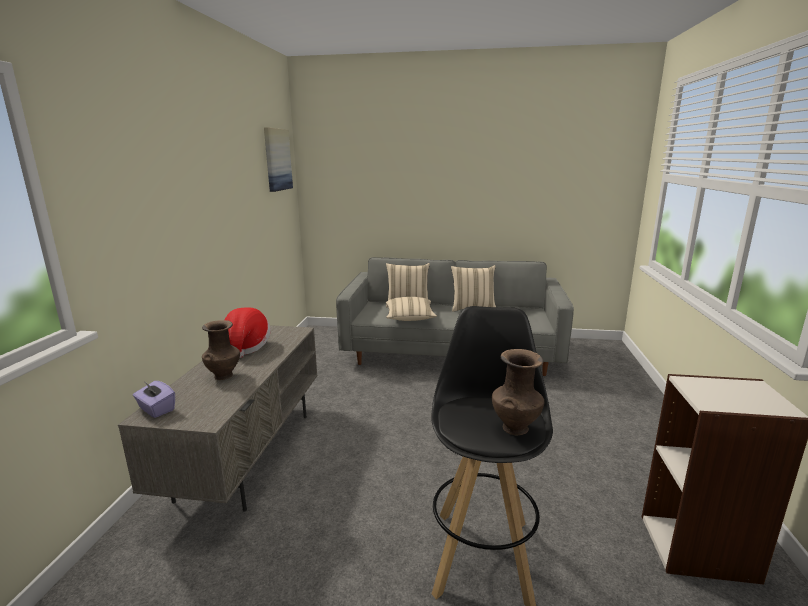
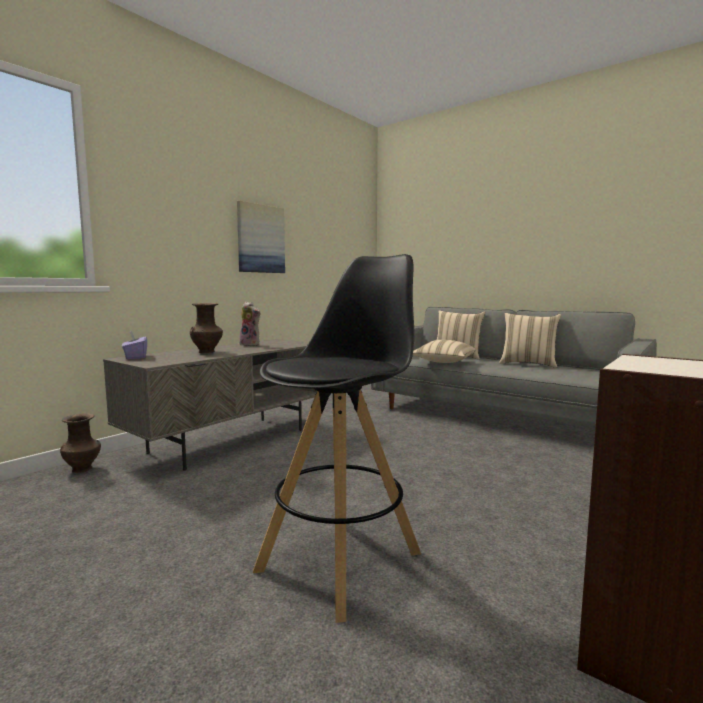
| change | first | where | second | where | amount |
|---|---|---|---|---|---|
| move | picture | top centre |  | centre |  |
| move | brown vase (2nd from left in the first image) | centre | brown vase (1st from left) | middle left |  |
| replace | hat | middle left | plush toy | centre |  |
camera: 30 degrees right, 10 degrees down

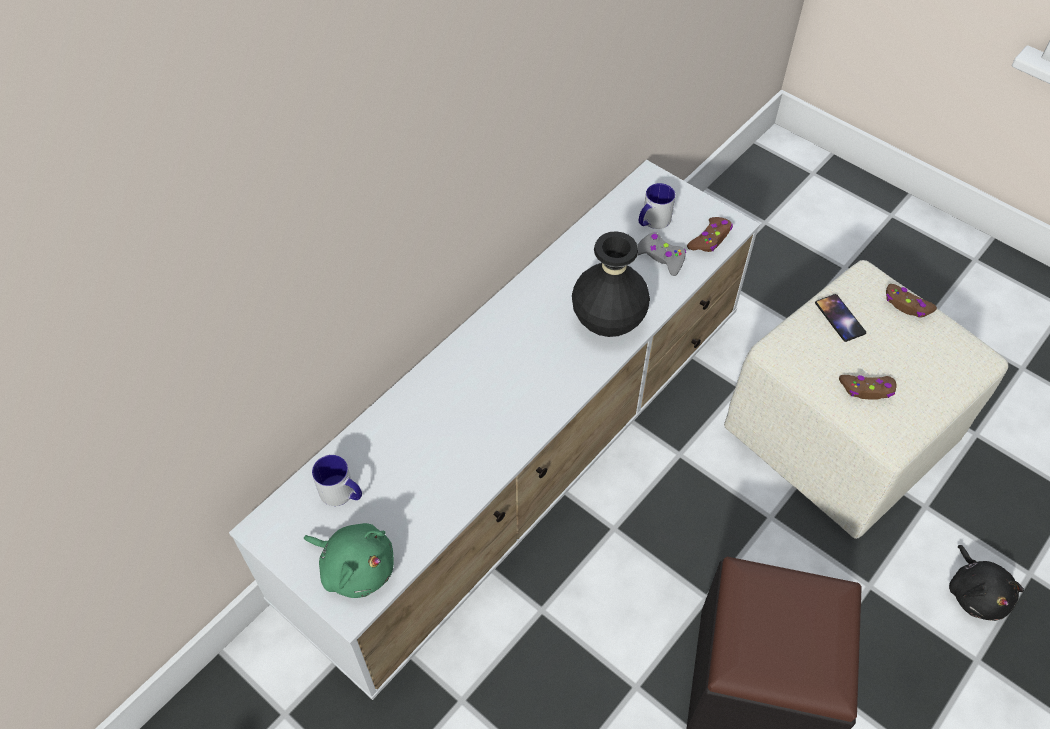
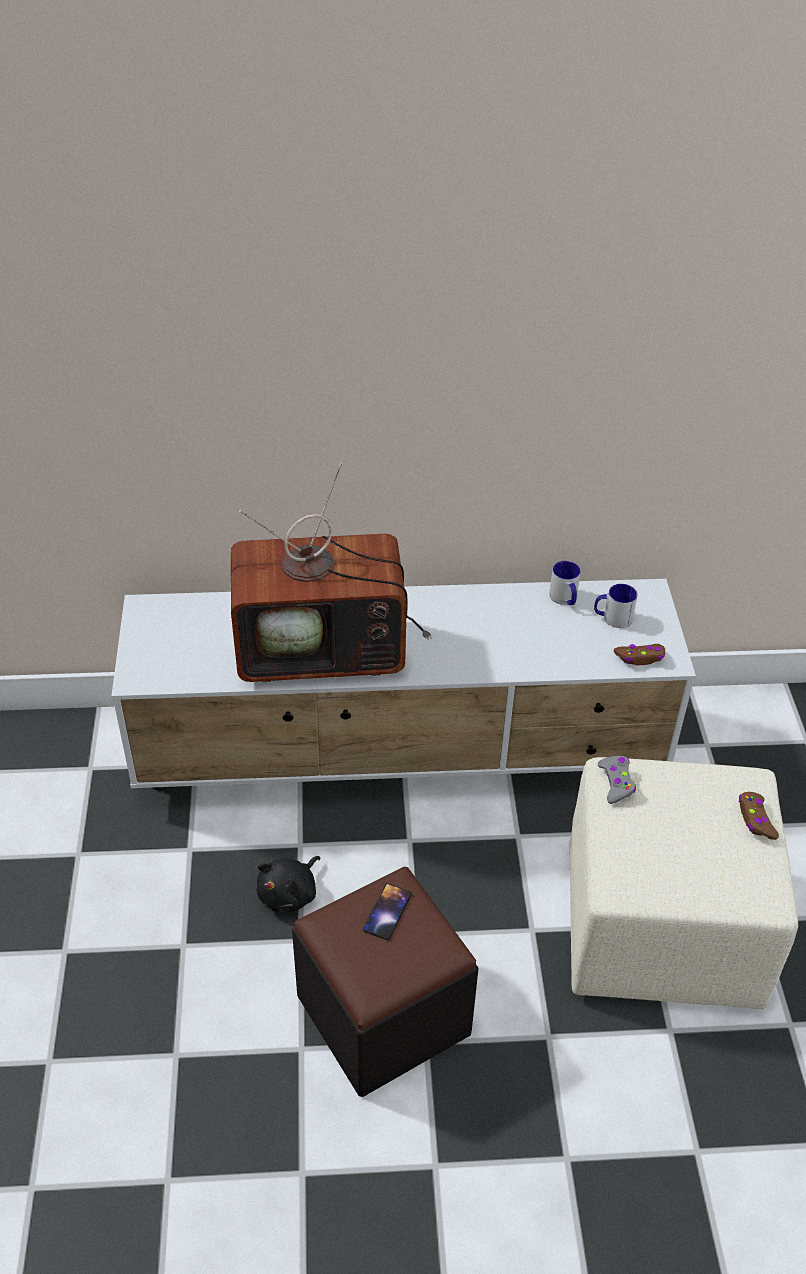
| change | first | where | second | where | amount |
|---|---|---|---|---|---|
| delete | green plush toy | bottom left |  |  |  |
| delete | black vase | centre |  |  |  |
| delete | brown game controller (2nd from left) | middle right |  |  |  |
| insert |  |  | television | centre |  |
| move | mug (1st from left) | middle left |  | middle right |  |
| move | grey game controller | centre |  | middle right |  |
| move | phone | middle right |  | bottom centre |  |
| move | black plush toy | bottom right |  | bottom centre |  |
camera: 45 degrees right, 10 degrees down

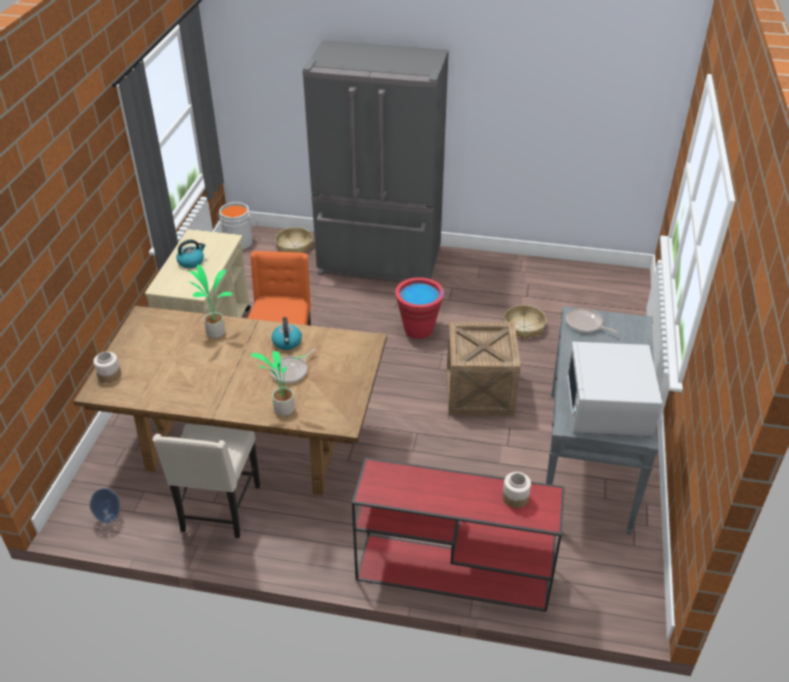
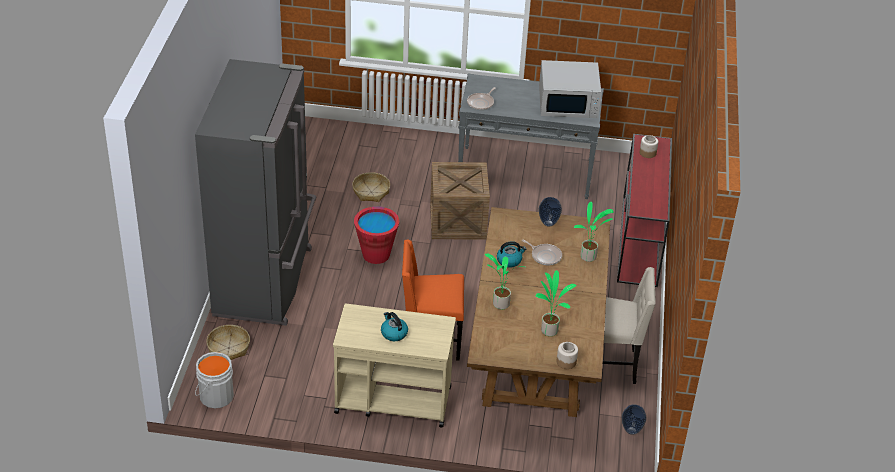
| change | first | where | second | where | amount |
|---|---|---|---|---|---|
| insert |  |  | potted plant (2nd from left) | centre |  |
| insert |  |  | vase (1st from left) | centre |  |
camera: 95 degrees left, 0 degrees up

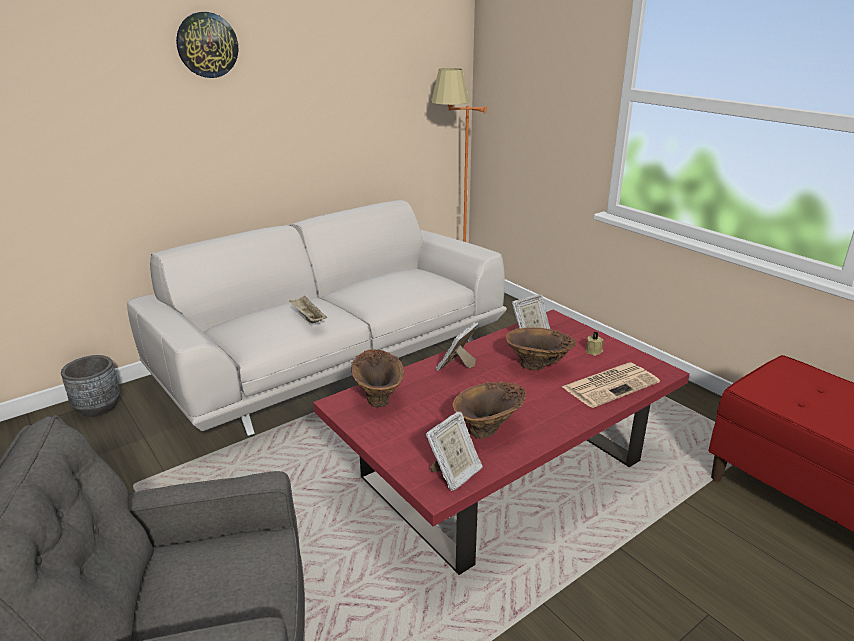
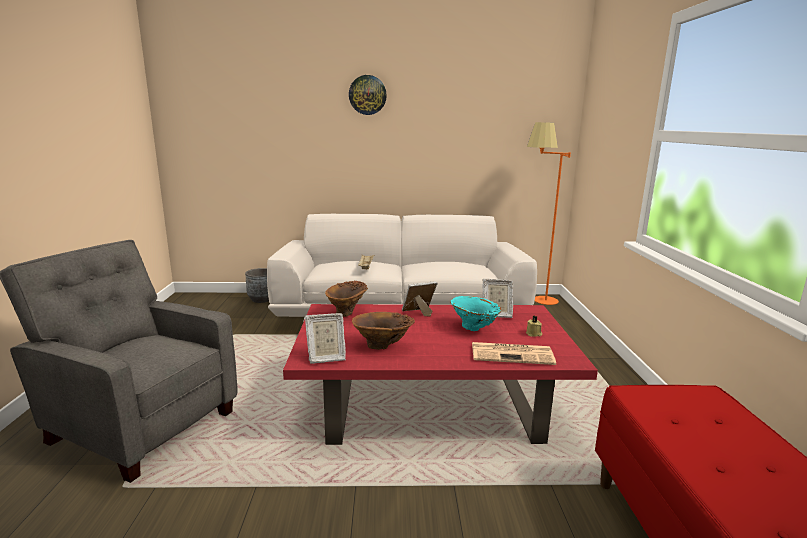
| change | first | where | second | where | amount |
|---|---|---|---|---|---|
| recolor | brown vase (3rd from left) | centre | turquoise vase | centre |  |
camera: 35 degrees right, 10 degrees down

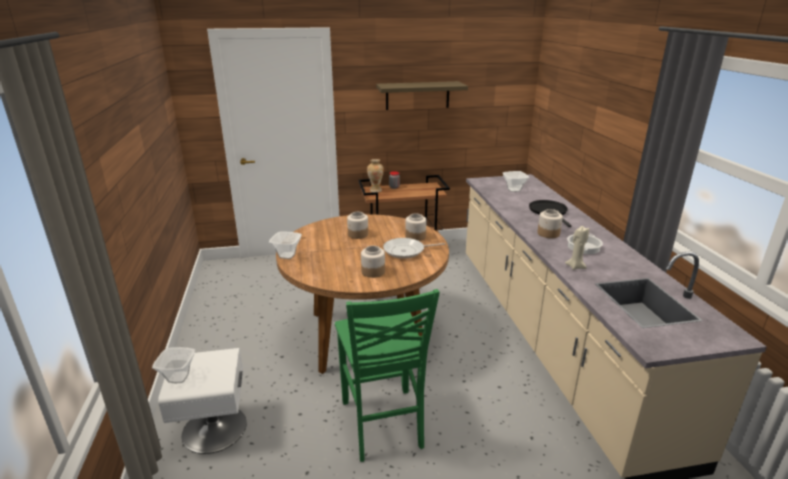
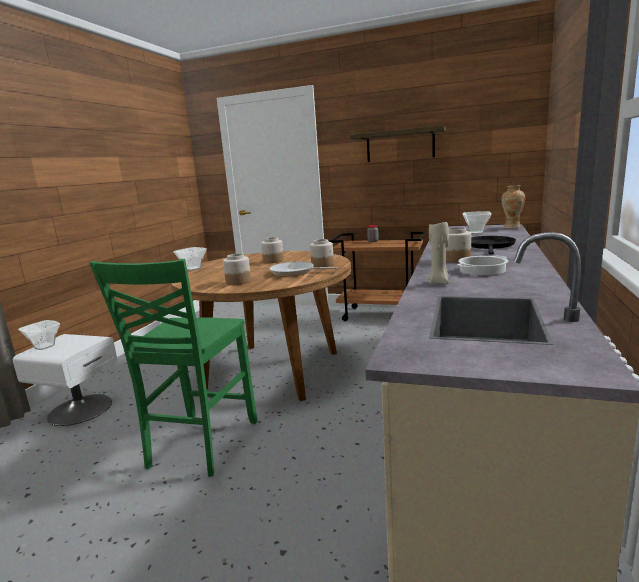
| change | first | where | second | where | amount |
|---|---|---|---|---|---|
| move | vase | centre |  | middle right |  |
camera: 30 degrees right, 10 degrees down

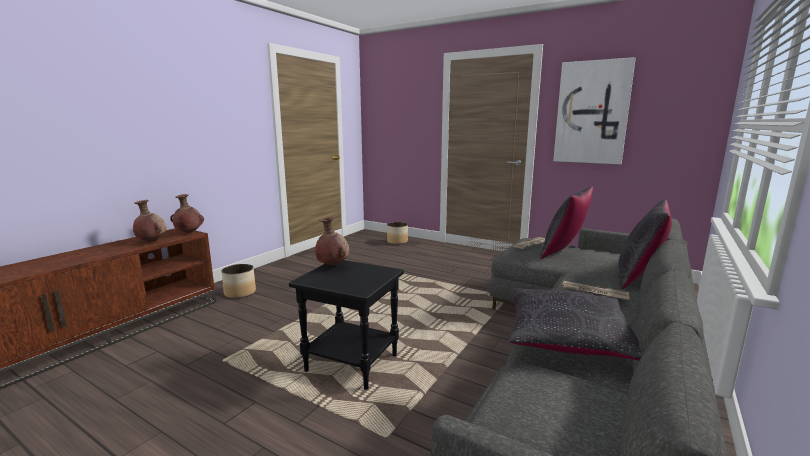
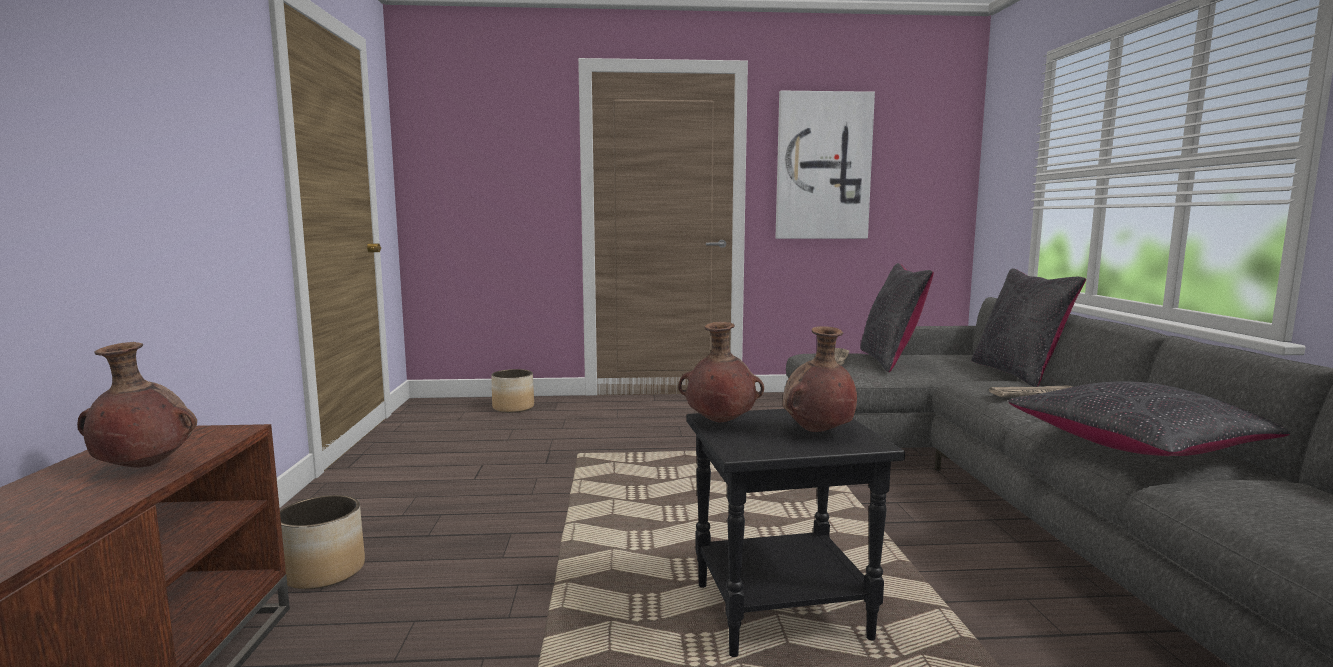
| change | first | where | second | where | amount |
|---|---|---|---|---|---|
| move | brown vase (2nd from left in the first image) | middle left | brown vase (3rd from left) | centre |  |
camera: 35 degrees left, 5 degrees down

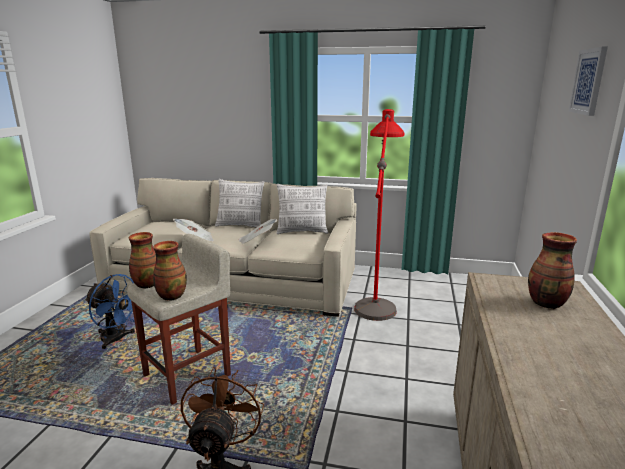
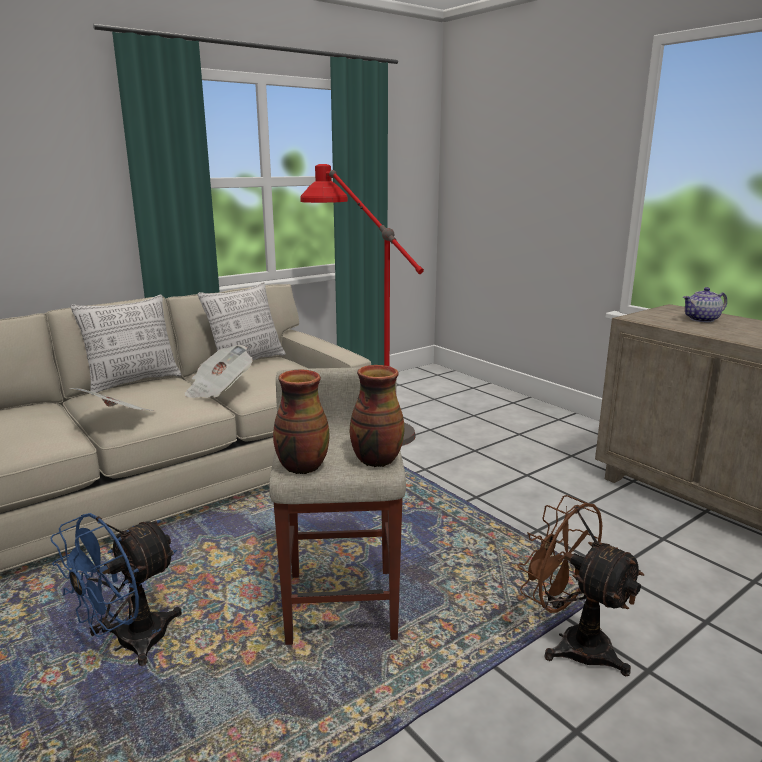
| change | first | where | second | where | amount |
|---|---|---|---|---|---|
| delete | picture | top right |  |  |  |
| replace | vase (3rd from left) | middle right | teapot | middle right |  |
| rotate | blue fan | middle left |  | bottom left | 150 degrees clockwise |
camera: 50 degrees left, 0 degrees up

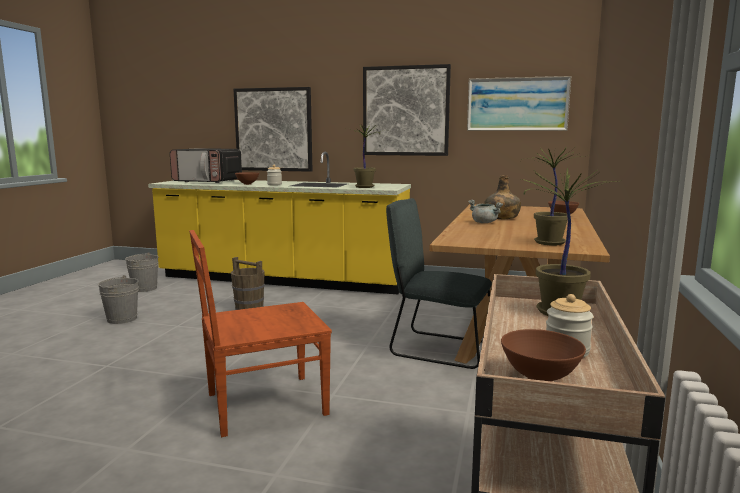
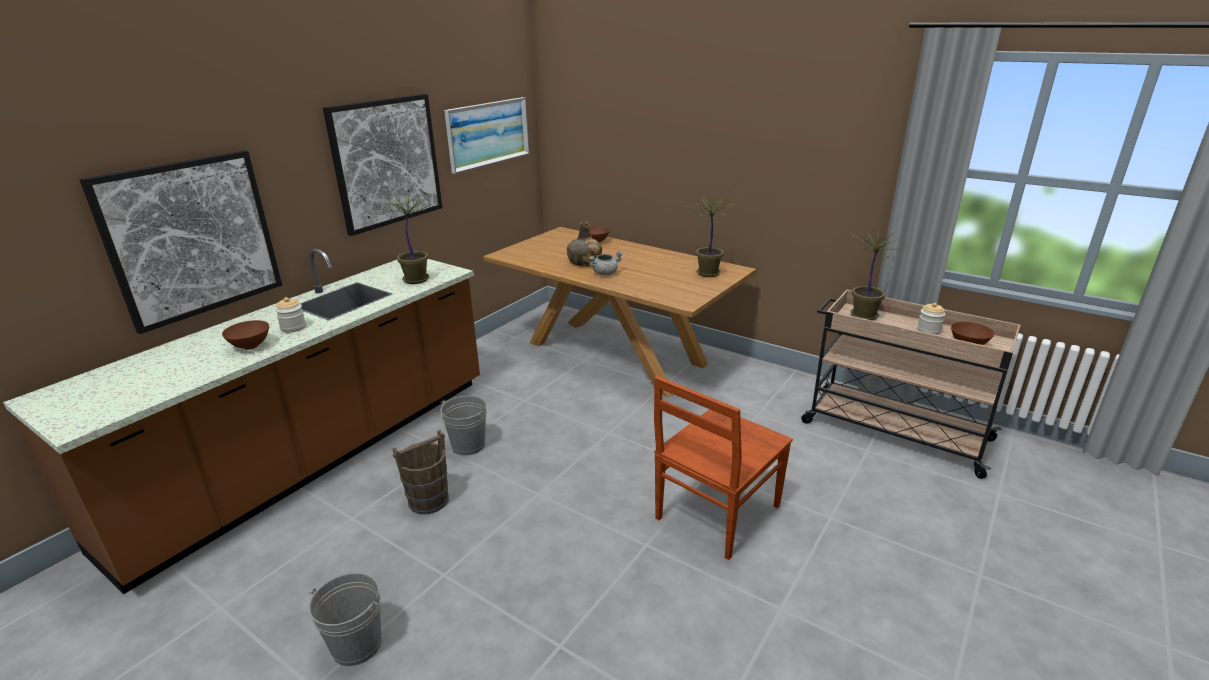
| change | first | where | second | where | amount |
|---|---|---|---|---|---|
| delete | microwave | middle left |  |  |  |
| delete | grey chair | centre |  |  |  |
| move | grey bucket (2nd from left) | middle left |  | centre |  |
| recolor | yellow counter | centre | brown counter | middle left |  |
| rotate | brown chair | bottom centre |  | bottom centre | 45 degrees clockwise |
camera: 70 degrees left, 15 degrees up

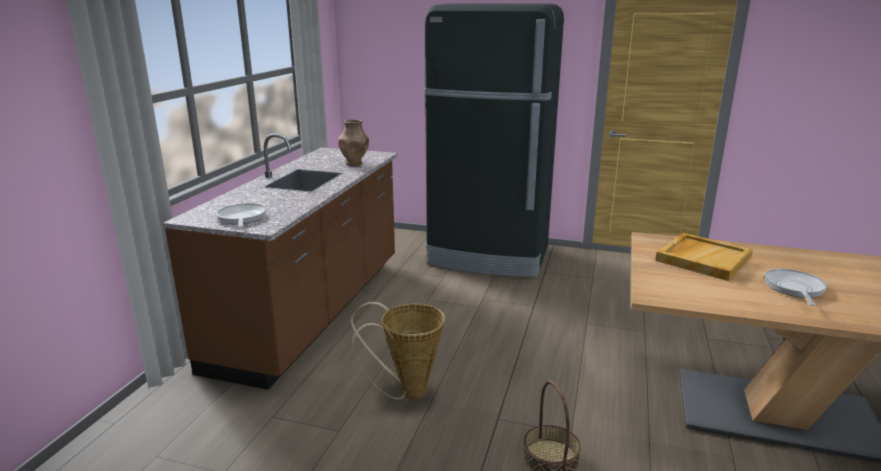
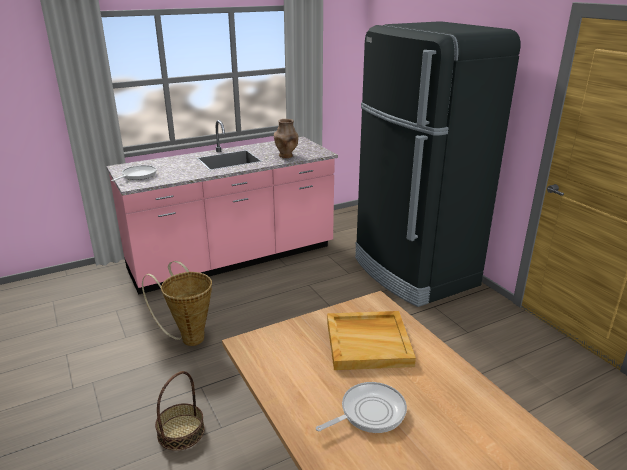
| change | first | where | second | where | amount |
|---|---|---|---|---|---|
| recolor | brown counter | middle left | pink counter | centre |  |
camera: 45 degrees right, 5 degrees up

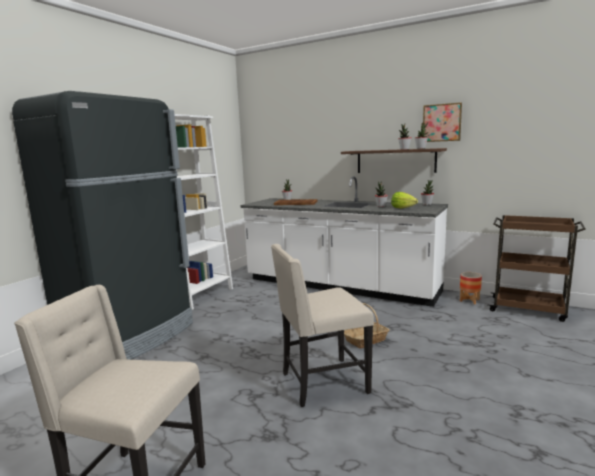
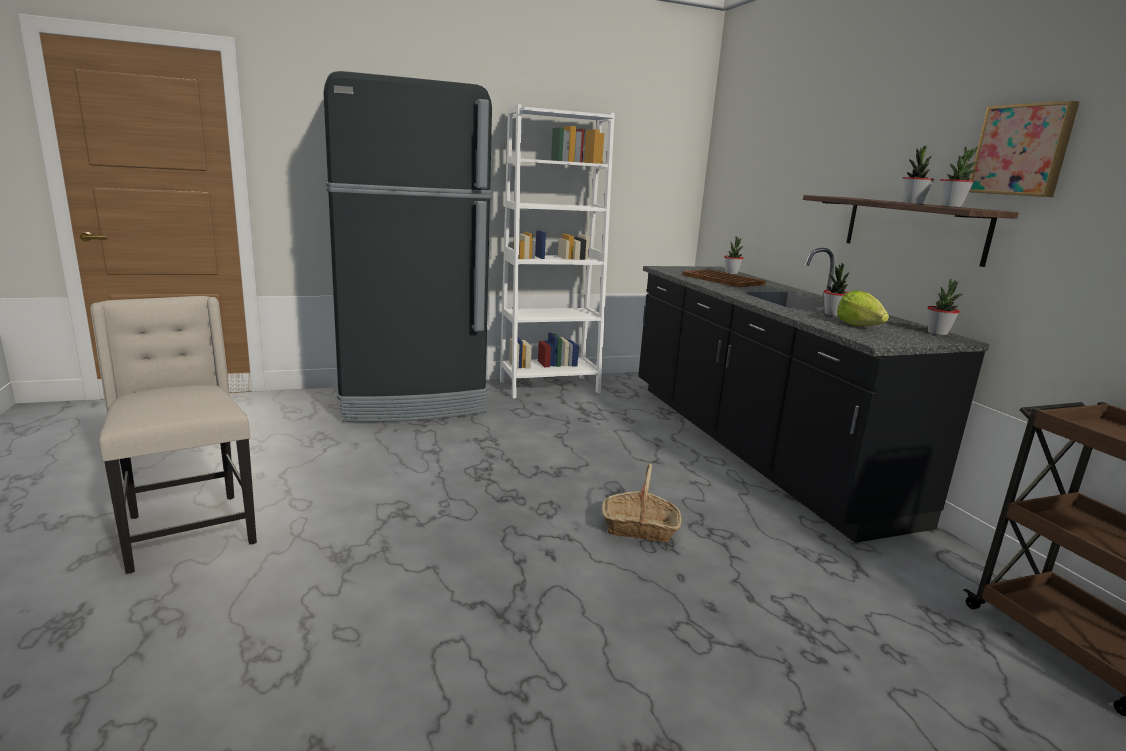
| change | first | where | second | where | amount |
|---|---|---|---|---|---|
| delete | beige chair (2nd from left) | bottom centre |  |  |  |
| delete | planter | middle right |  |  |  |
| recolor | white counter | centre | black counter | middle right |  |
camera: 40 degrees right, 5 degrees up

